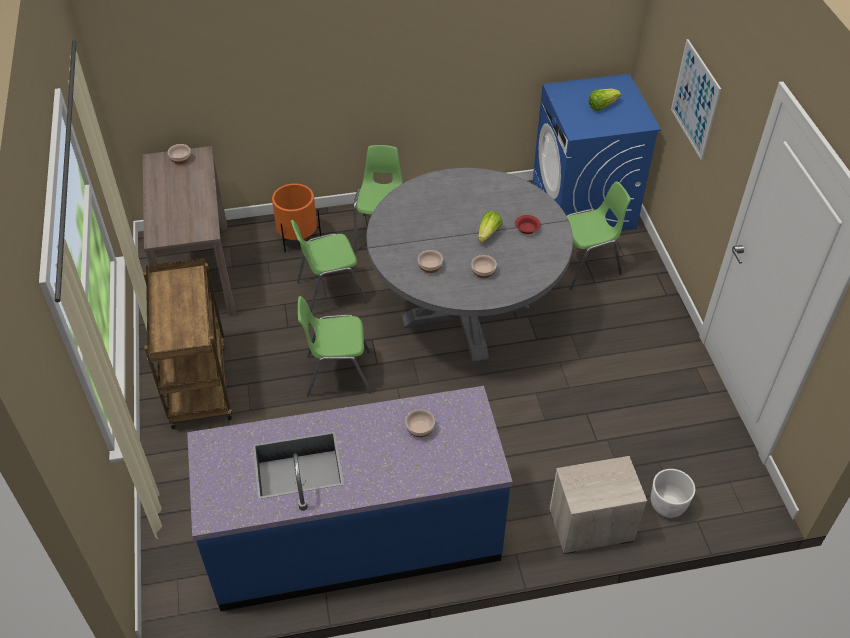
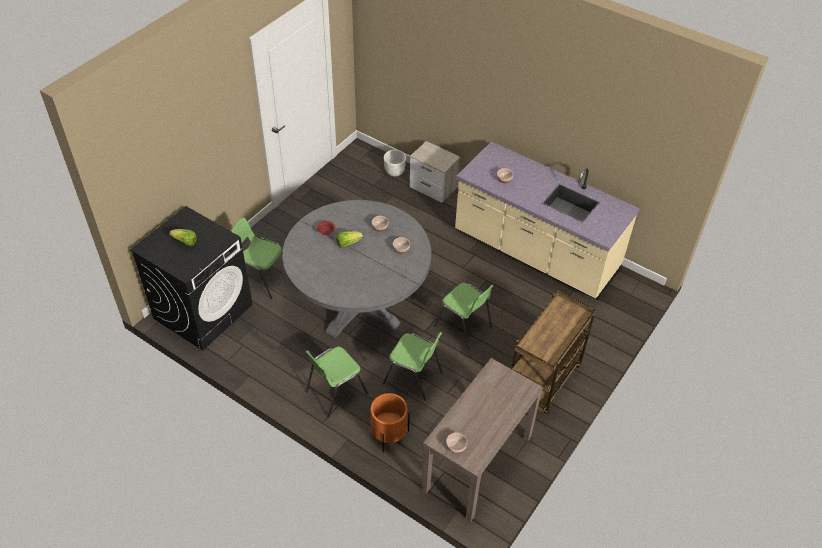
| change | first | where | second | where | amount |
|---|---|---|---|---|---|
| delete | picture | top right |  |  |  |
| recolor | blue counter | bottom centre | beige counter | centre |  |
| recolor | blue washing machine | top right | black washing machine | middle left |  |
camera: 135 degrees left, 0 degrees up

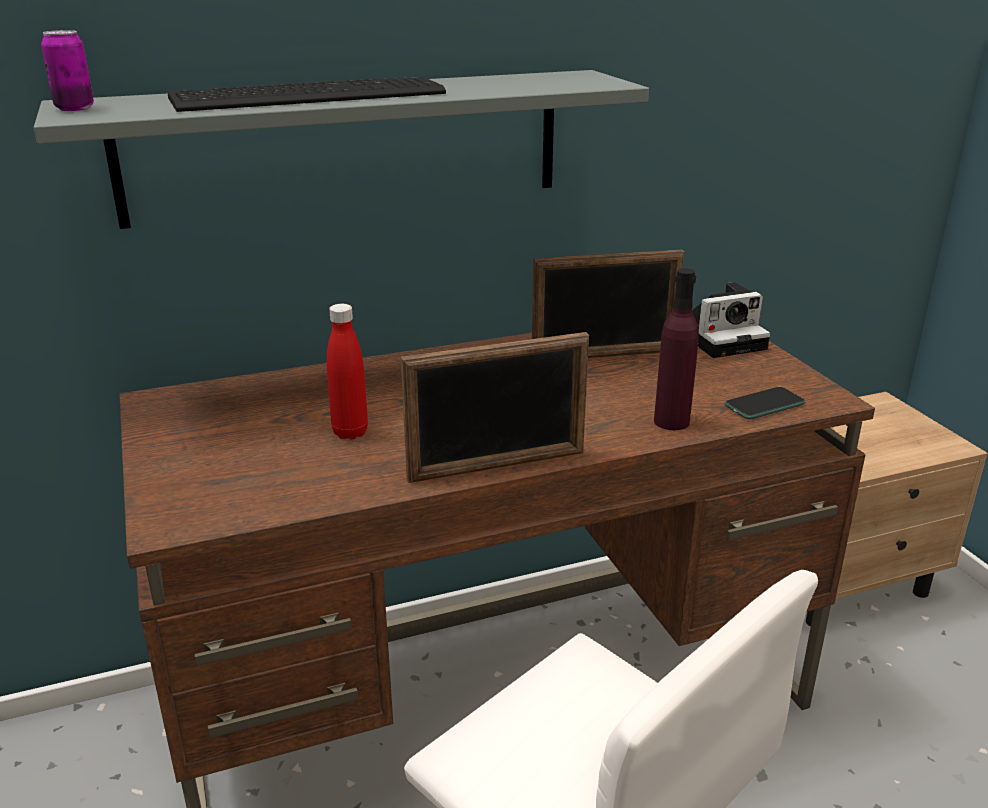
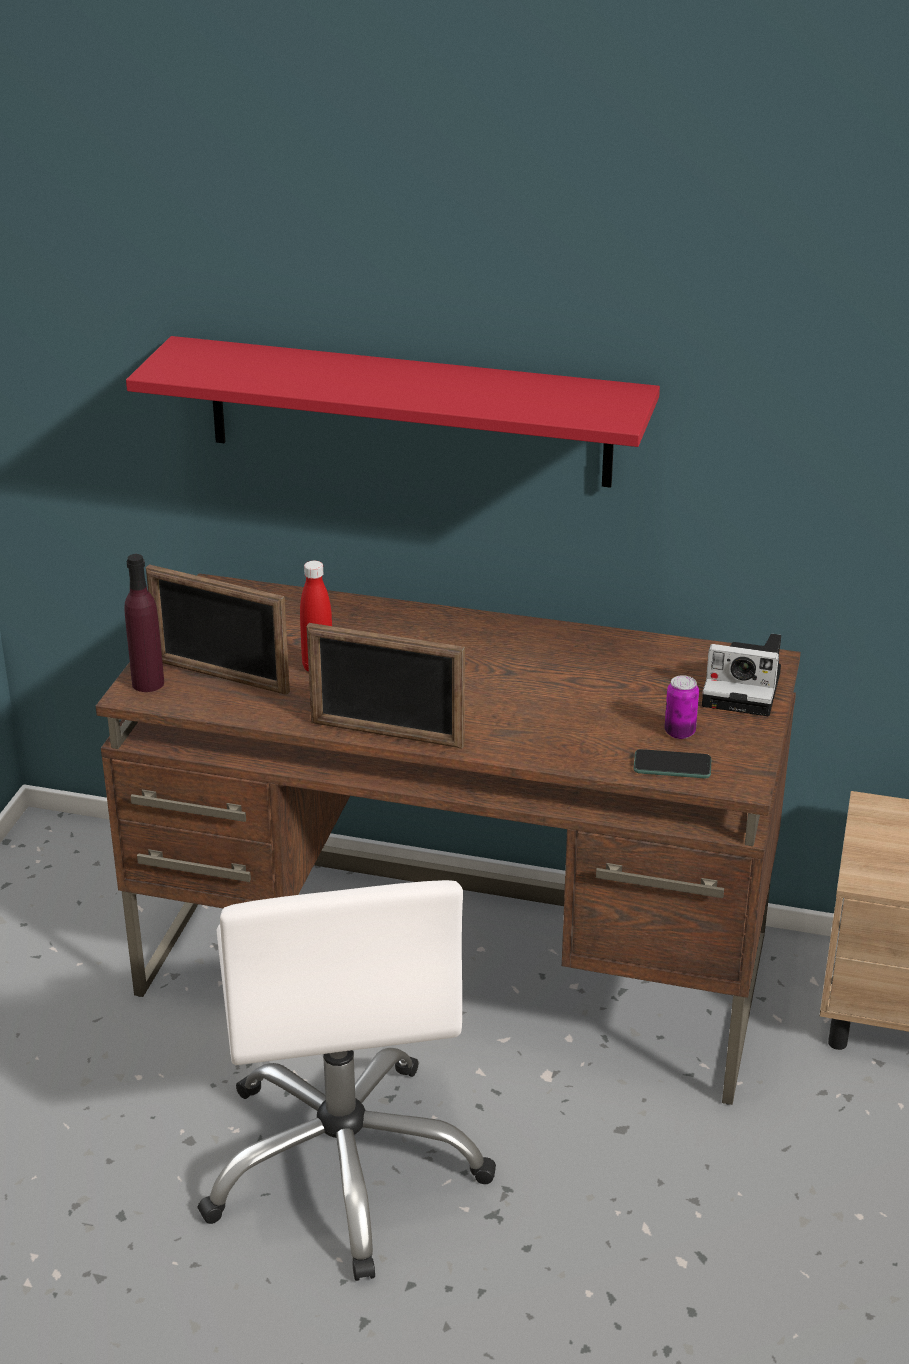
| change | first | where | second | where | amount |
|---|---|---|---|---|---|
| delete | keyboard | top left |  |  |  |
| move | can | top left |  | middle right |  |
| move | picture frame (2nd from left in the first image) | centre | picture frame (1st from left) | middle left |  |
| move | purple bottle | middle right |  | middle left |  |
| recolor | grey shelf | top centre | red shelf | top centre |  |
camera: 35 degrees right, 5 degrees up

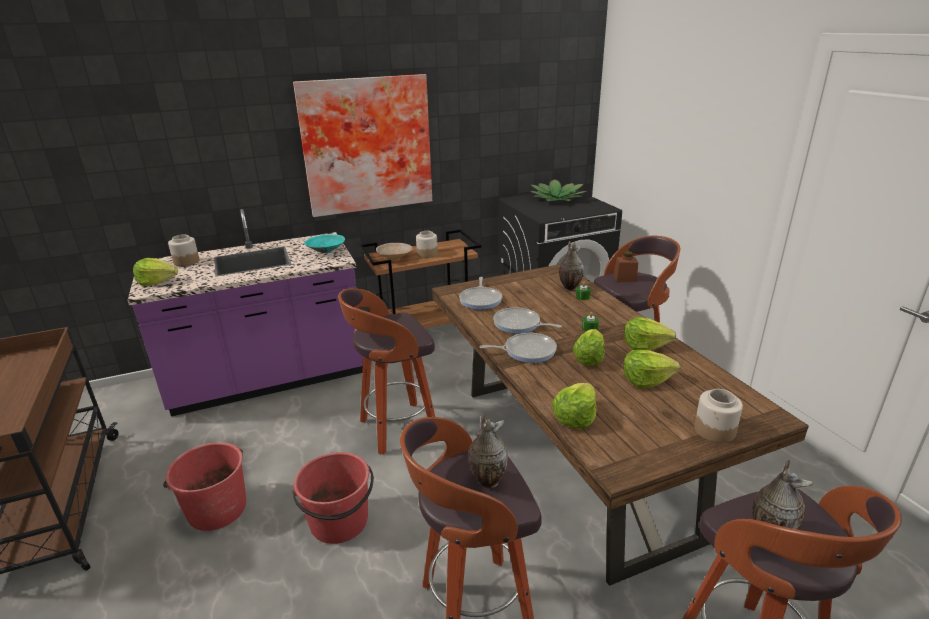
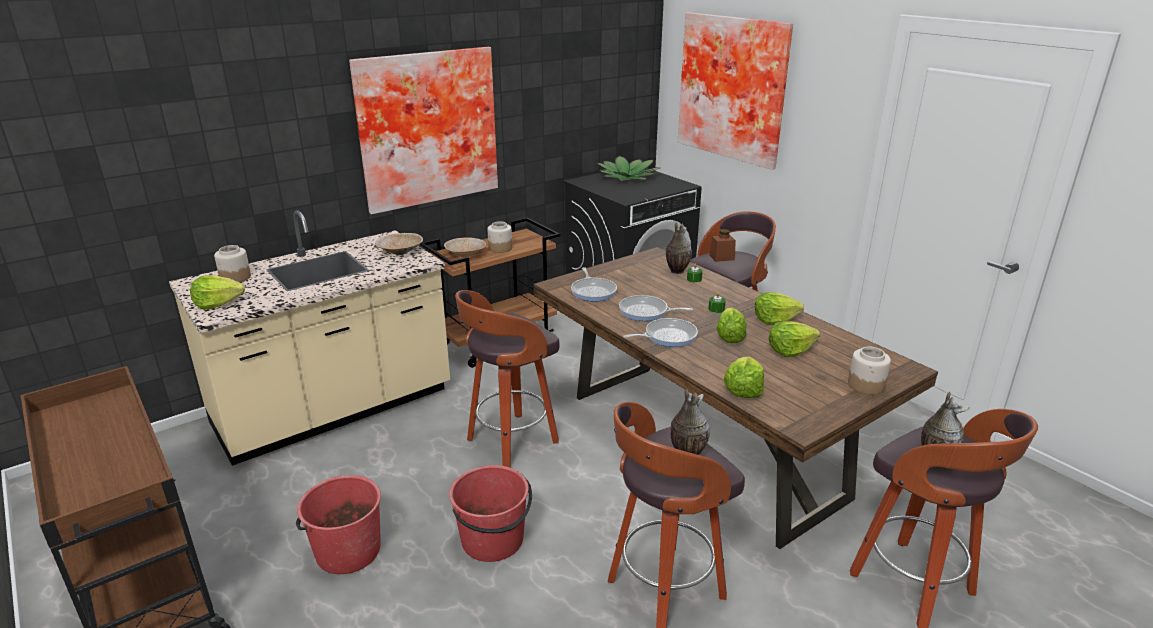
| change | first | where | second | where | amount |
|---|---|---|---|---|---|
| insert |  |  | picture (2nd from left) | top centre |  |
| recolor | purple counter | middle left | beige counter | middle left |  |
| recolor | turquoise bowl | centre | beige bowl (1st from left) | centre |  |
camera: 15 degrees left, 0 degrees up

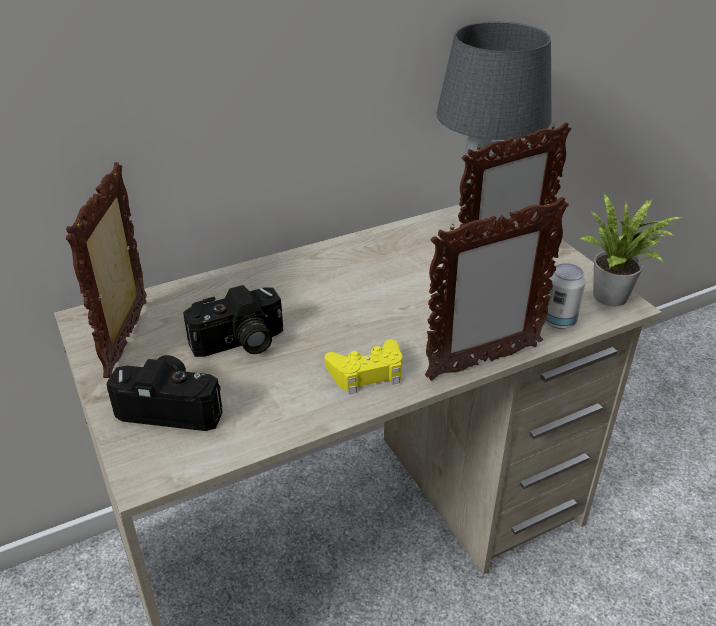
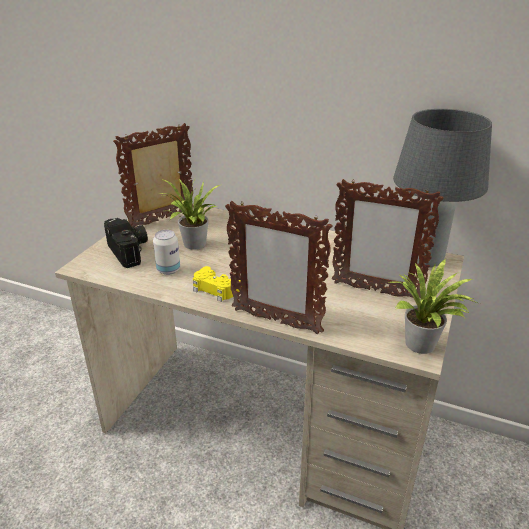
| change | first | where | second | where | amount |
|---|---|---|---|---|---|
| move | can | middle right |  | middle left |  |
| replace | photo camera (2nd from left) | middle left | potted plant (1st from left) | centre |  |
camera: 50 degrees right, 5 degrees down

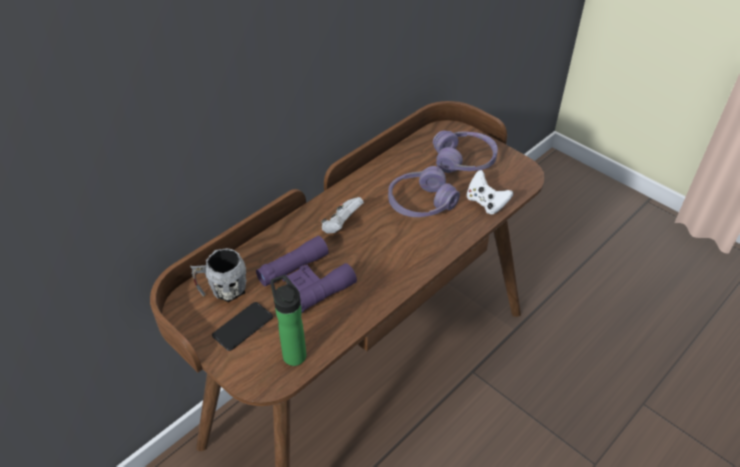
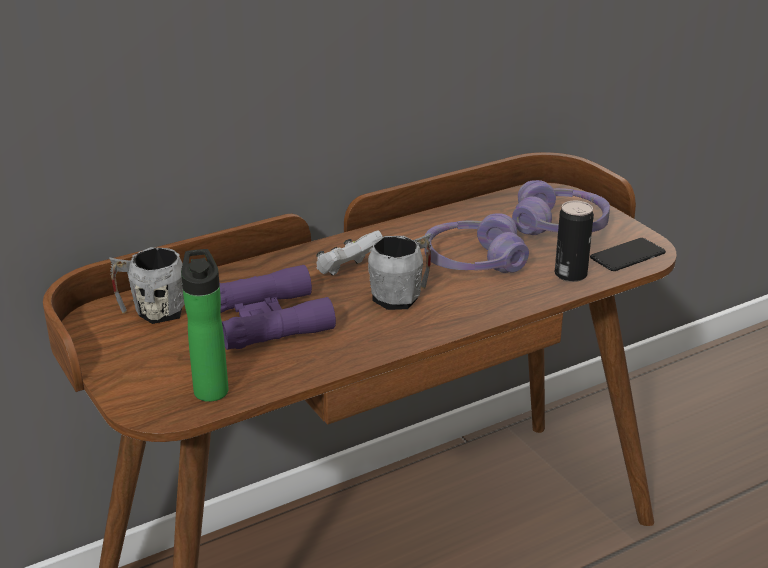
| change | first | where | second | where | amount |
|---|---|---|---|---|---|
| insert |  |  | grey mug (2nd from left) | centre |  |
| move | phone | bottom left |  | middle right |  |
| replace | white game controller (2nd from left) | centre | can | middle right |  |
camera: 15 degrees right, 15 degrees down

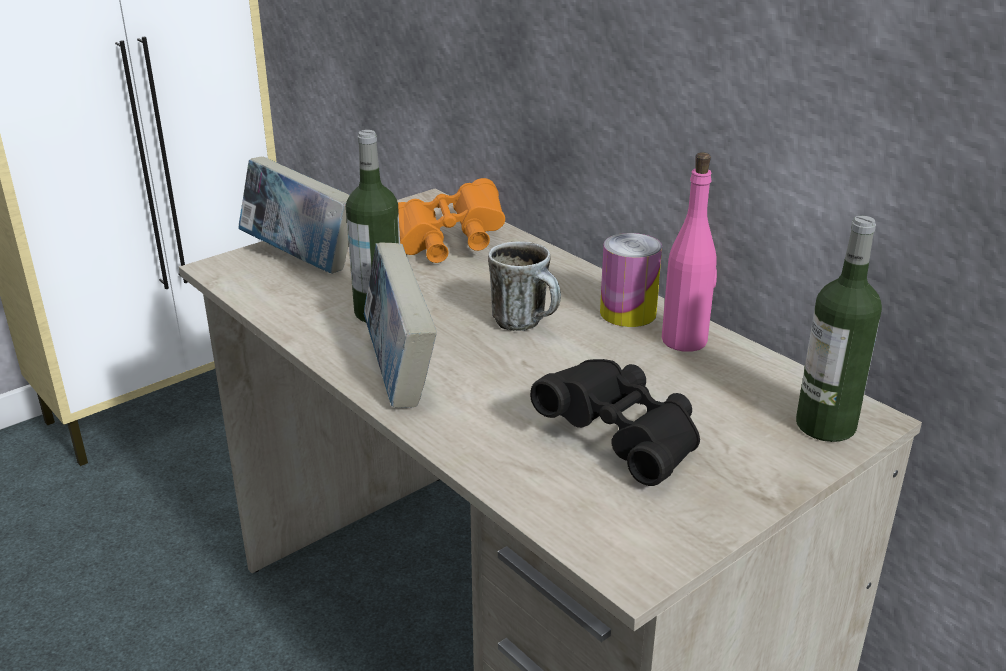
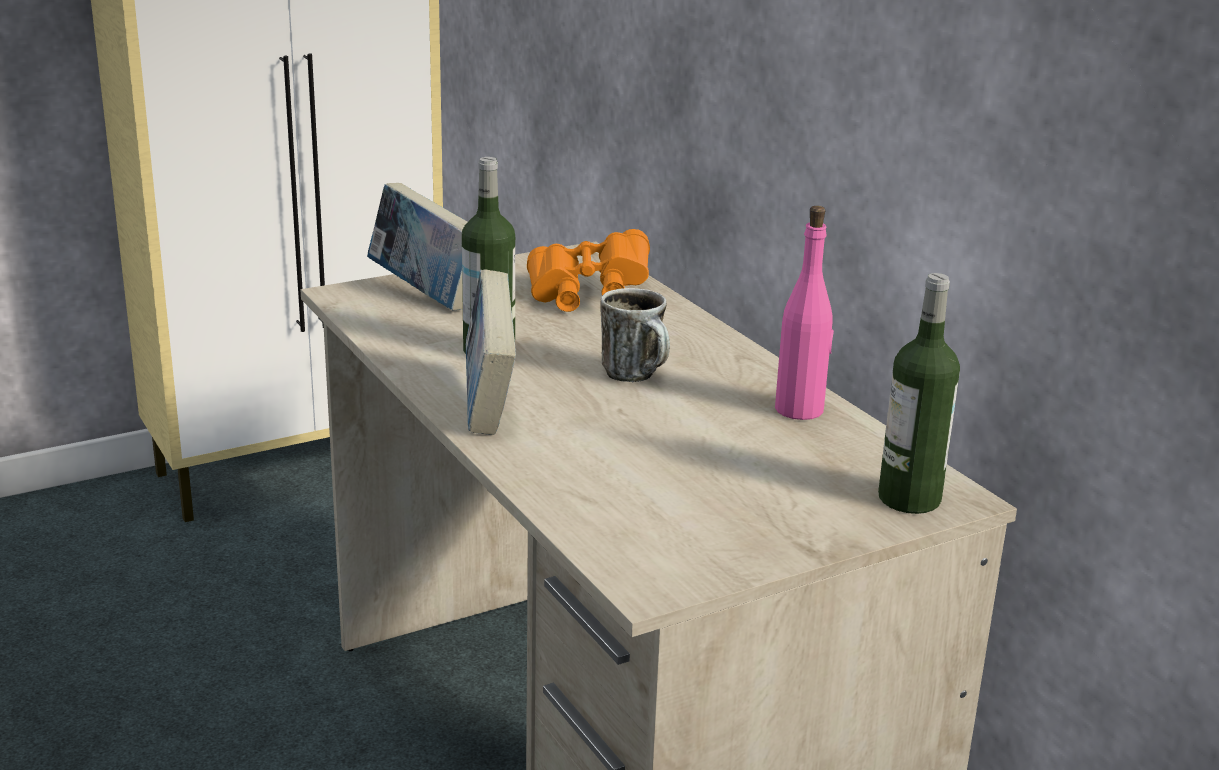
| change | first | where | second | where | amount |
|---|---|---|---|---|---|
| delete | black binoculars | centre |  |  |  |
| delete | can | centre |  |  |  |
camera: 10 degrees right, 5 degrees down

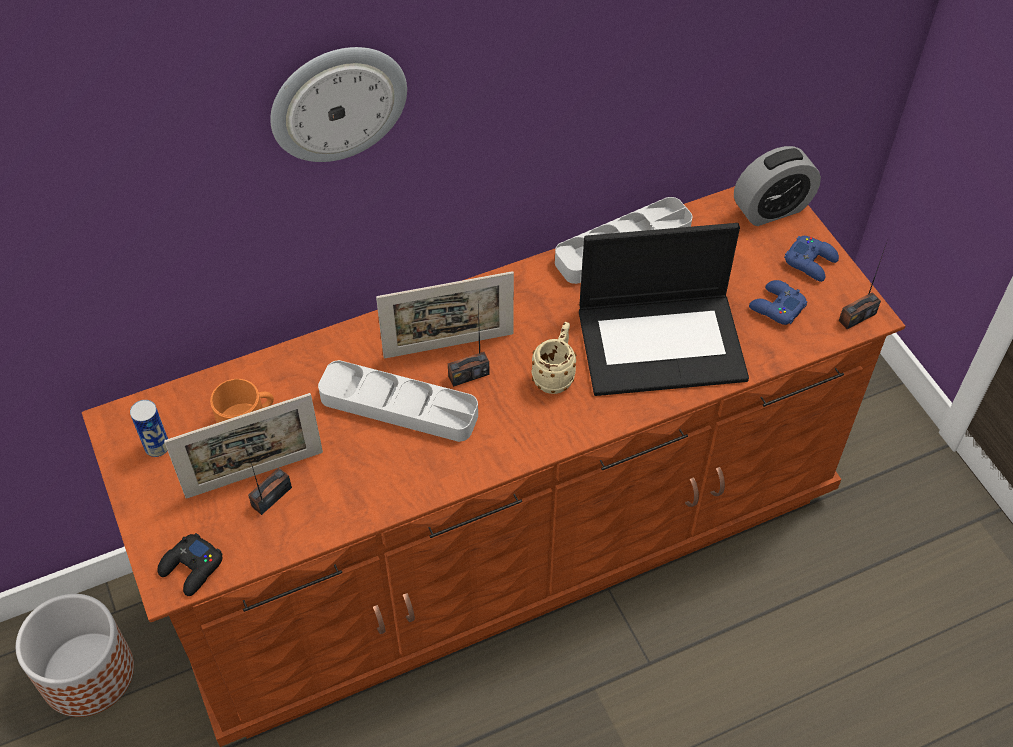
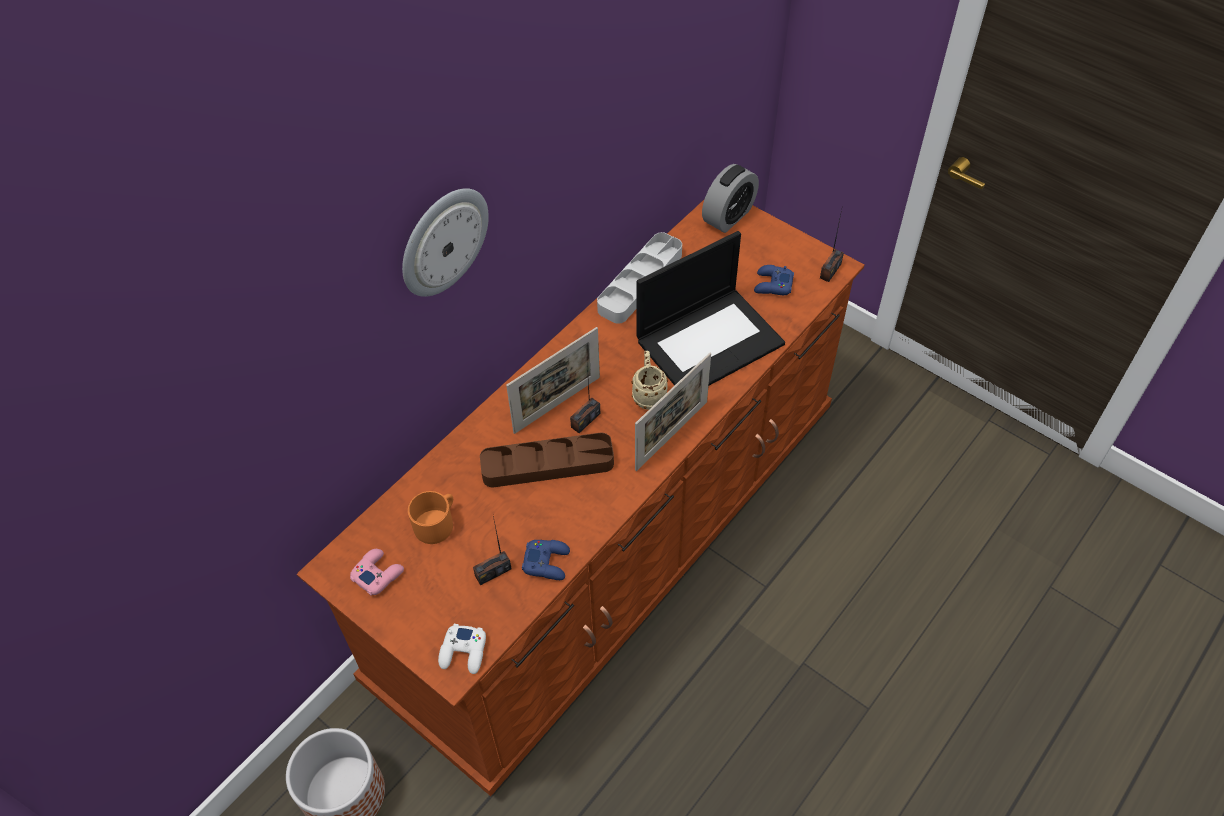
| change | first | where | second | where | amount |
|---|---|---|---|---|---|
| move | picture frame (1st from left in the first image) | middle left | picture frame (2nd from left) | centre |  |
| move | blue game controller (2nd from left in the first image) | middle right | blue game controller (1st from left) | bottom centre |  |
| replace | can | middle left | pink game controller | bottom left |  |
| recolor | black game controller | bottom left | white game controller | bottom centre |  |
| recolor | grey tray (1st from left) | centre | brown tray | centre |  |
| rotate | radio (1st from left) | middle left |  | bottom centre | 135 degrees counterclockwise |
camera: 25 degrees left, 0 degrees up

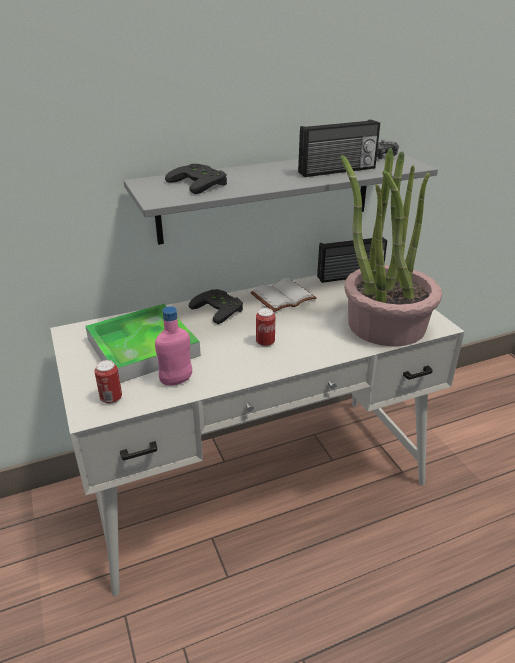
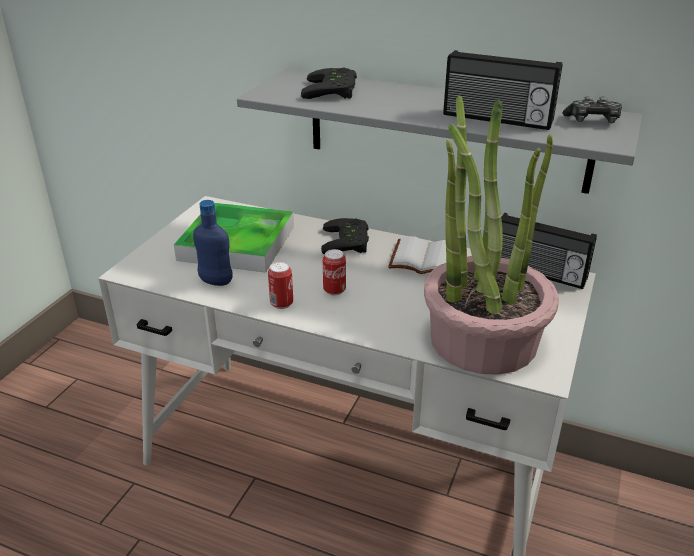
| change | first | where | second | where | amount |
|---|---|---|---|---|---|
| move | can (1st from left) | middle left |  | centre |  |
| recolor | pink bottle | centre | blue bottle | middle left |  |
camera: 45 degrees right, 0 degrees up

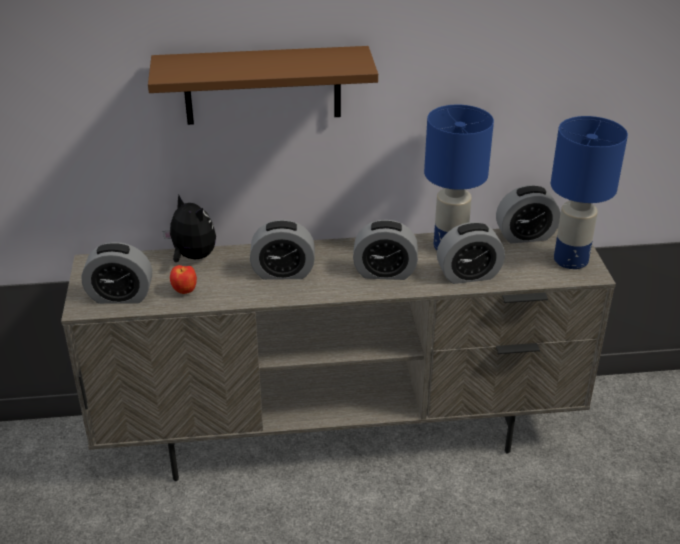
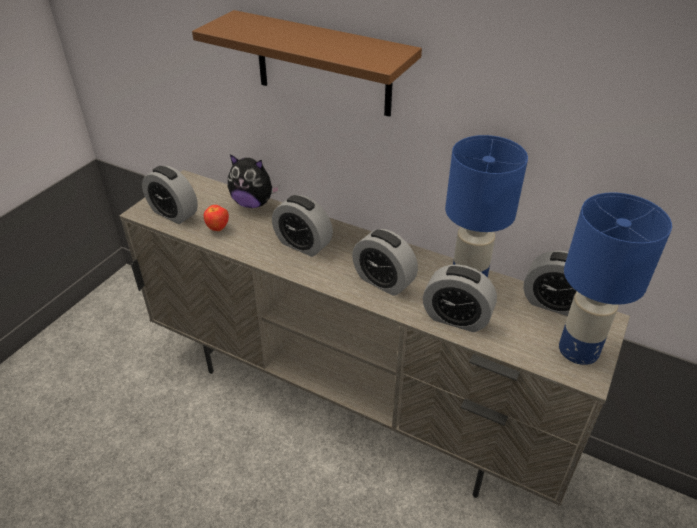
| change | first | where | second | where | amount |
|---|---|---|---|---|---|
| rotate | plush toy | middle left |  | centre | 120 degrees clockwise |
camera: 35 degrees right, 5 degrees up

